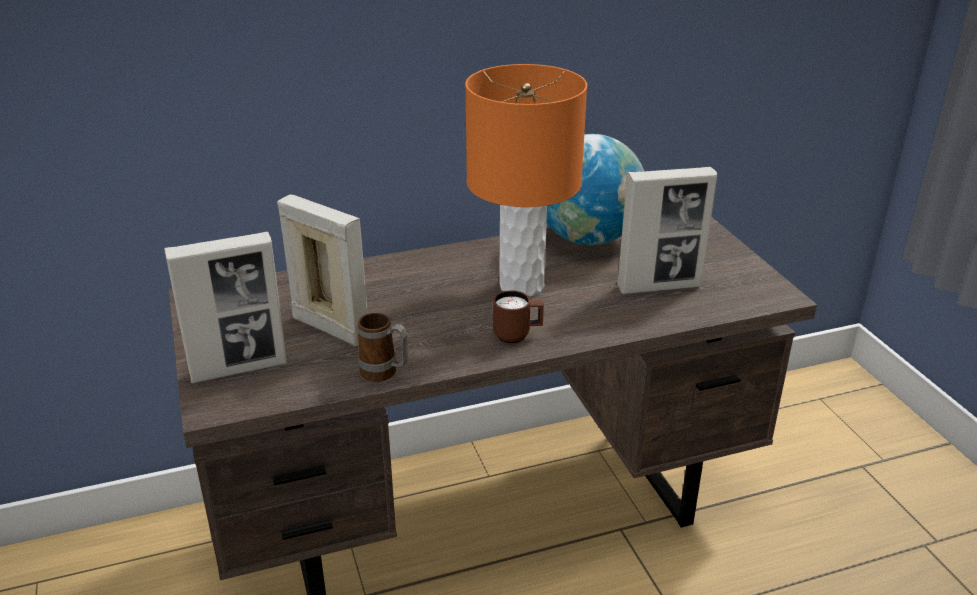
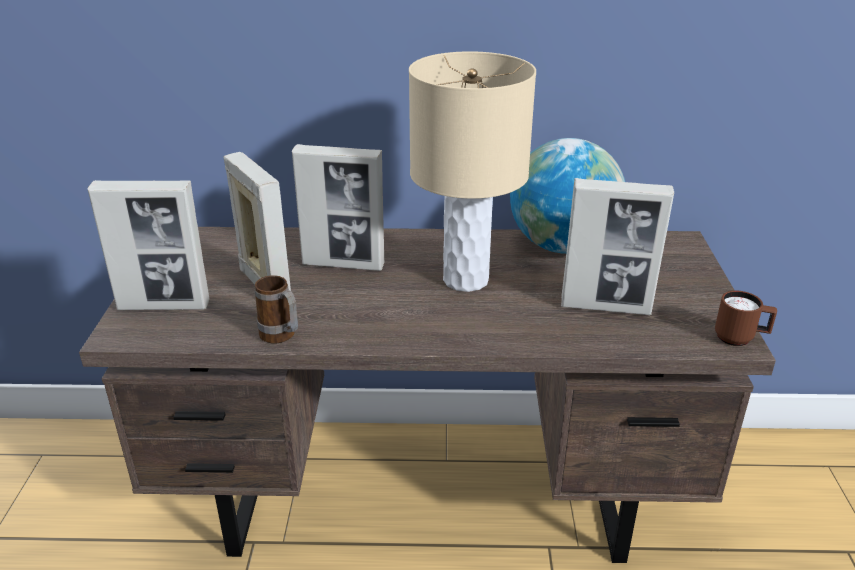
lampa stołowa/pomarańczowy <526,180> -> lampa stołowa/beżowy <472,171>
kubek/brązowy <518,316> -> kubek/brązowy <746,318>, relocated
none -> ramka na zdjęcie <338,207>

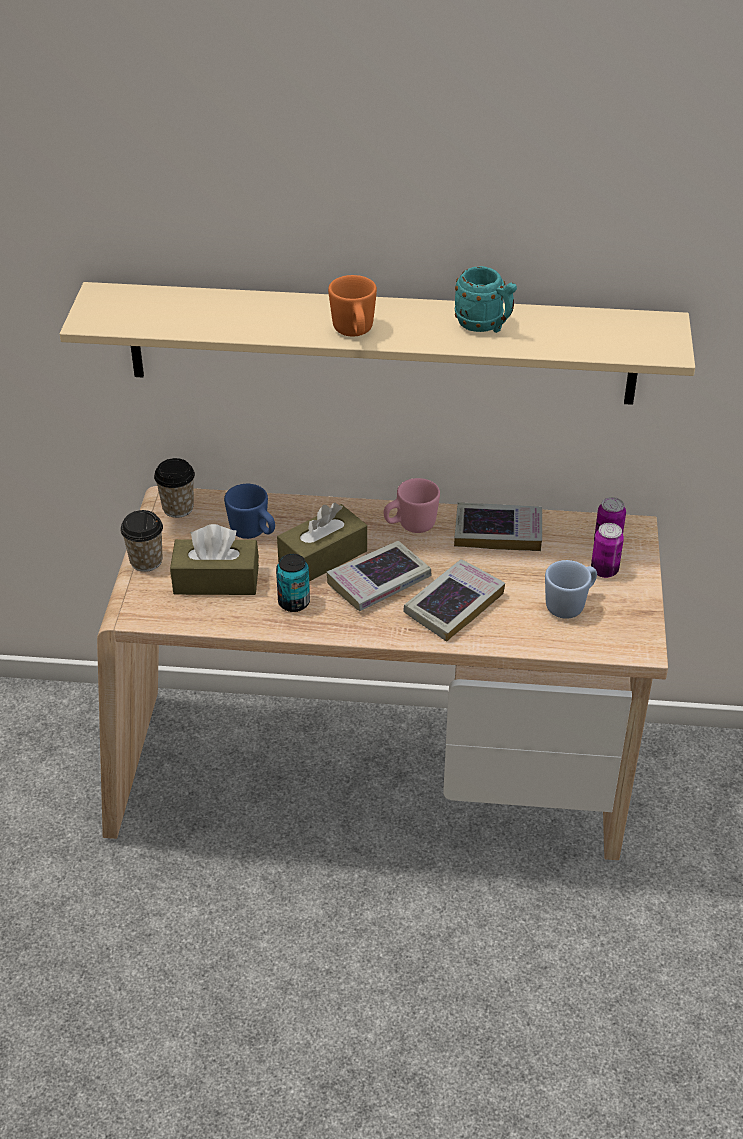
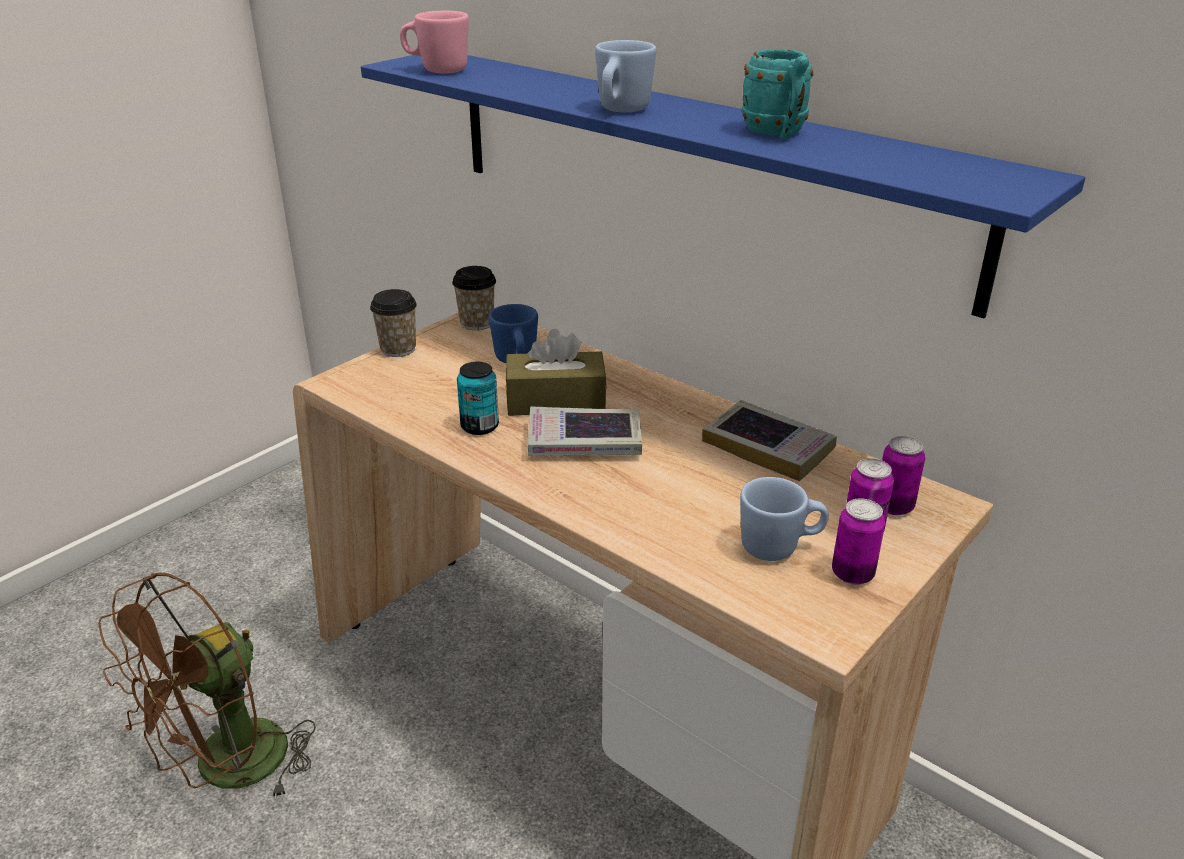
kubek/pomarańczowy <352,306> -> kubek/niebieski <625,76>
półka/beżowy <377,343> -> półka/niebieski <723,186>
kubek/różowy <412,505> -> kubek/różowy <434,42>, relocated
pudełko chusteczek/brązowy <214,559> -> none
książka <454,600> -> none
none -> puszka <858,541>
none -> wentylator/brązowy <207,686>

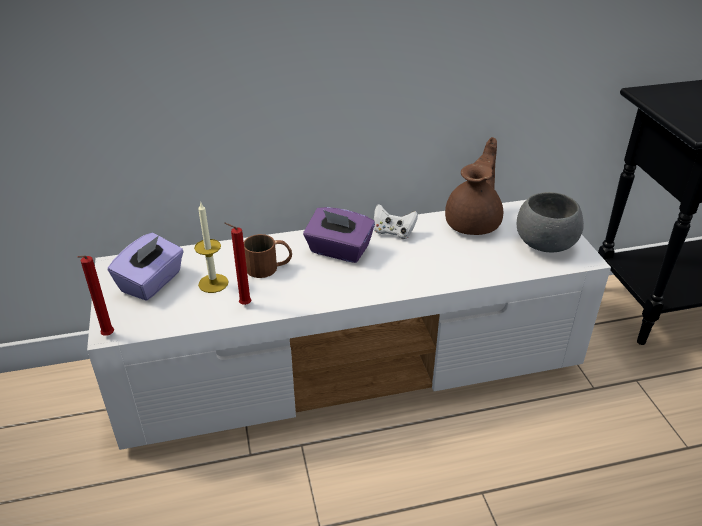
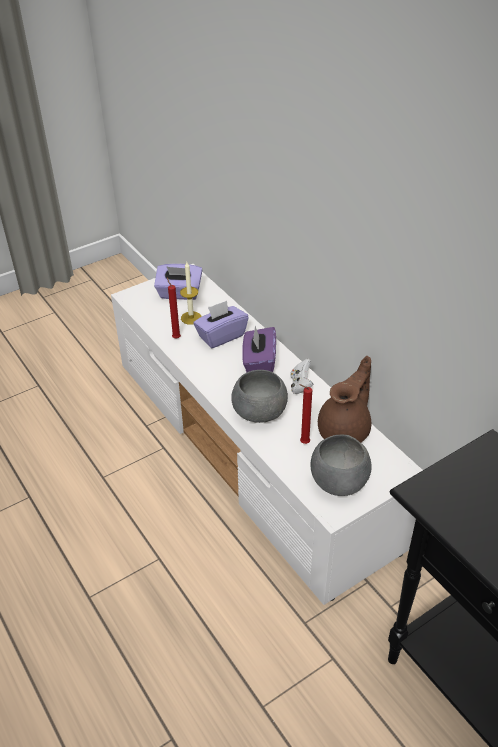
imbryk/brązowy <474,186> -> imbryk/brązowy <344,399>, 60 degrees counterclockwise
kubek/brązowy <268,256> -> pudełko chusteczek/fioletowy <221,324>
świeca/czerwony <95,296> -> świeca/czerwony <305,414>, relocated
none -> miska/szary <259,396>

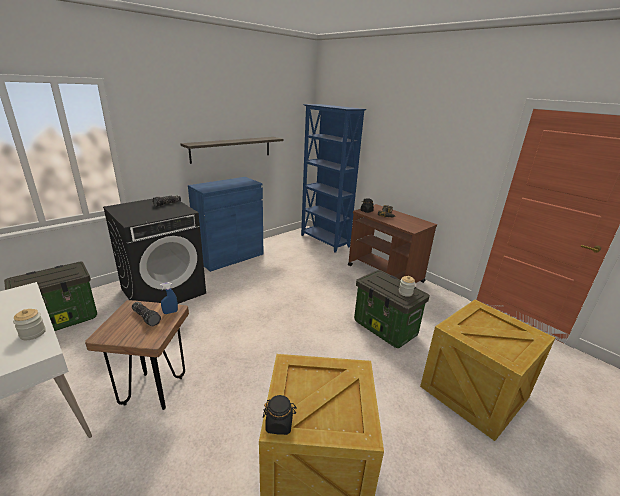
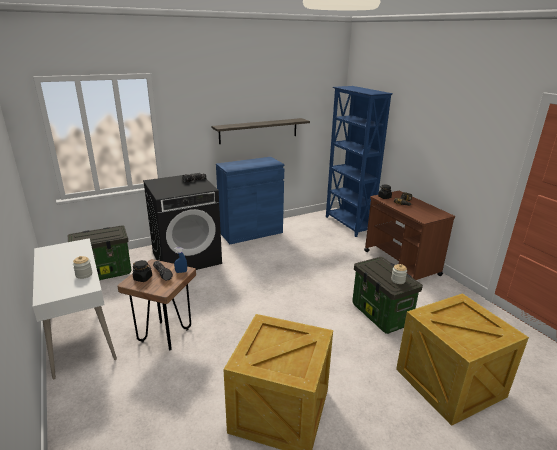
słoik/czarny <280,415> -> słoik/czarny <142,271>, relocated

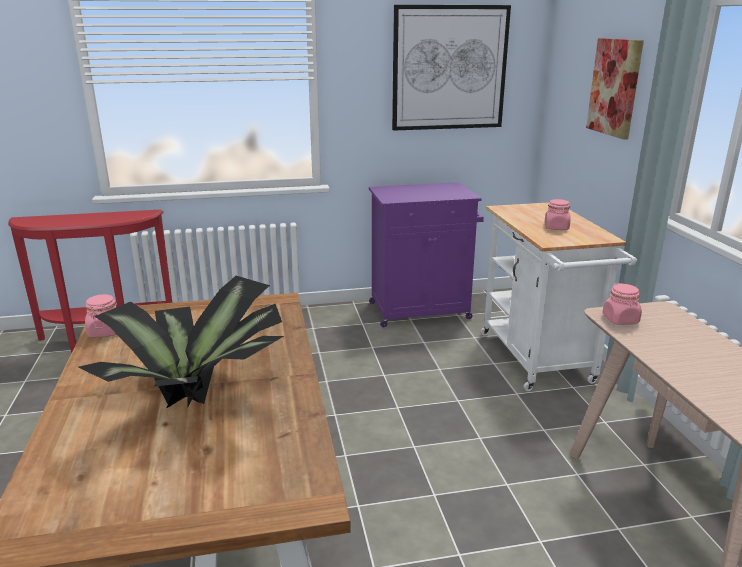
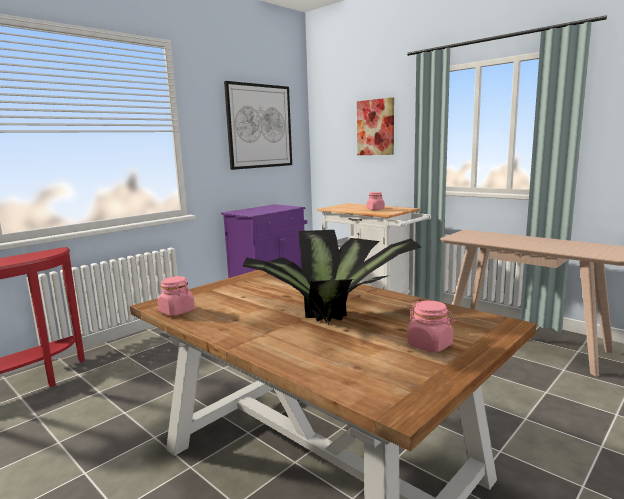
słoik/różowy <622,304> -> słoik/różowy <431,326>, relocated

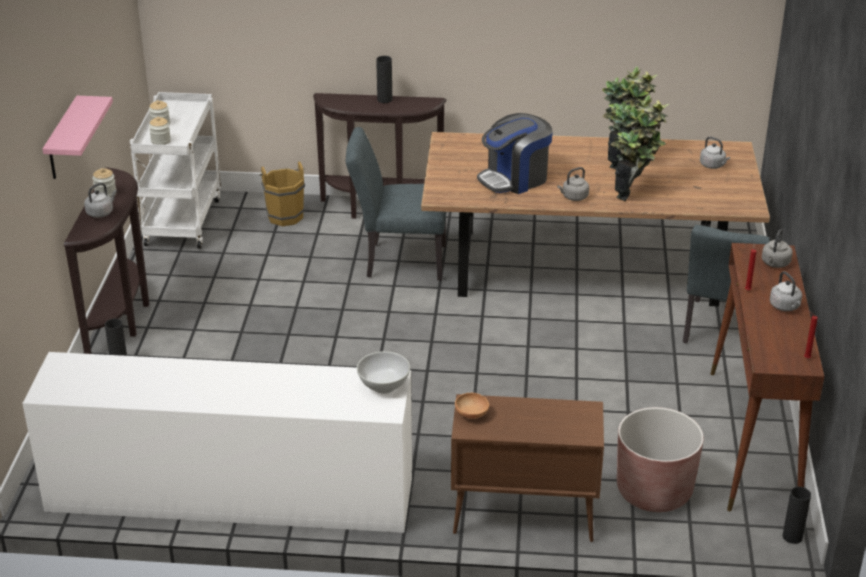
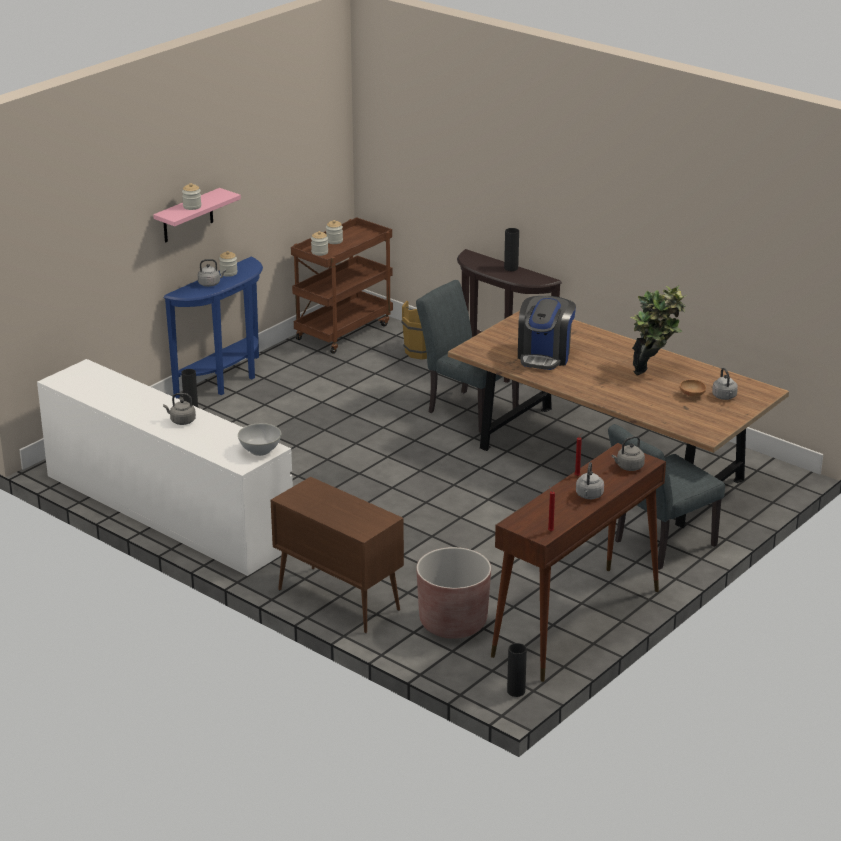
wózek/biały <175,170> -> wózek/brązowy <342,285>
roślina doniczkowa <640,147> -> none
ekspres do kawy <515,153> -> ekspres do kawy <547,333>, 75 degrees counterclockwise
stolik konsolowy/brązowy <106,260> -> stolik konsolowy/niebieski <213,327>
czajnik/szary <573,184> -> czajnik/szary <179,409>, relocated
miska/brązowy <472,406> -> miska/brązowy <693,388>, relocated
none -> słoik <191,196>

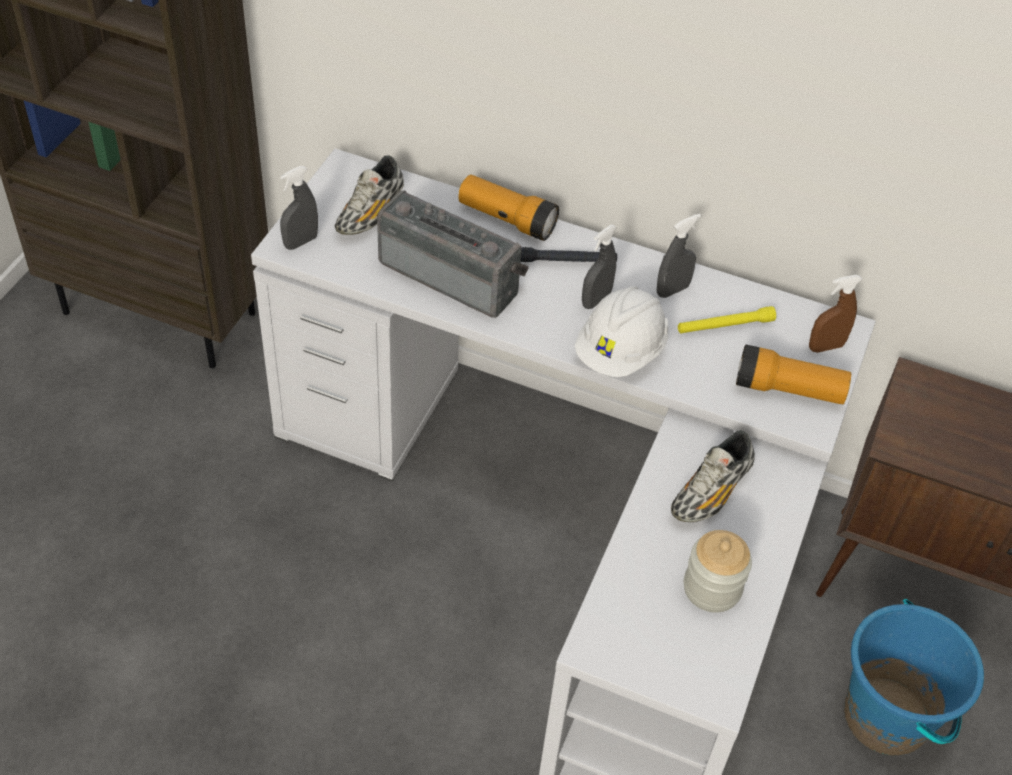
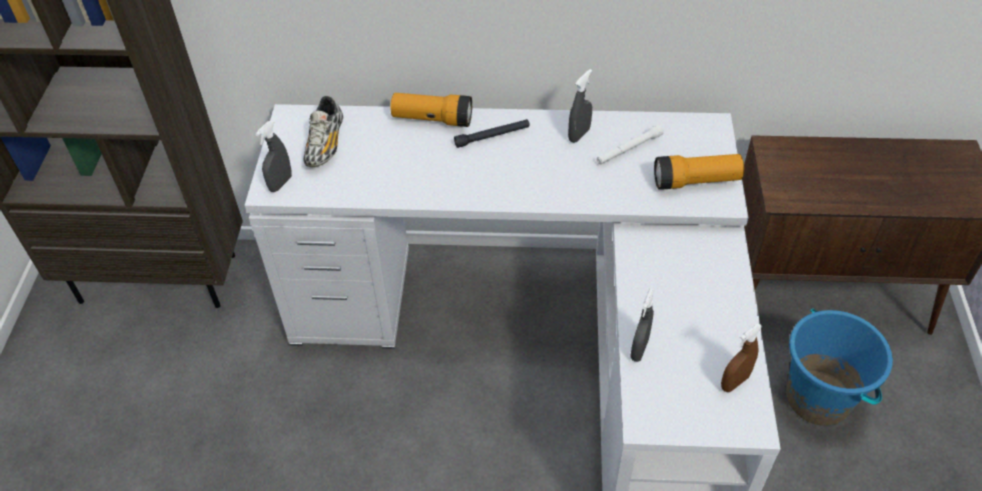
radio <453,254> -> none
spryskiwacz/szary <599,267> -> spryskiwacz/szary <642,325>, relocated
spryskiwacz/brązowy <835,314> -> spryskiwacz/brązowy <742,357>, relocated
kask/biały <622,331> -> none
latarka/żółty <727,319> -> latarka/biały <630,144>
but <713,476> -> none
słoik <718,571> -> none

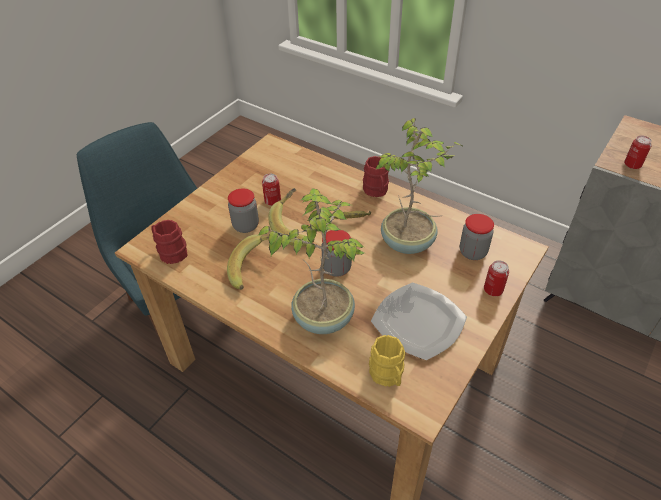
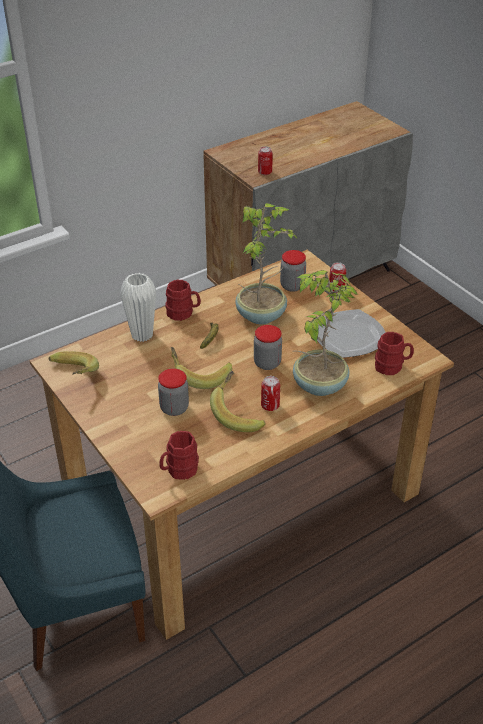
puszka <271,190> -> puszka <270,393>, relocated
kubek/żółty <387,361> -> kubek/czerwony <394,353>
none -> wazon/biały <138,307>
none -> banan <74,363>

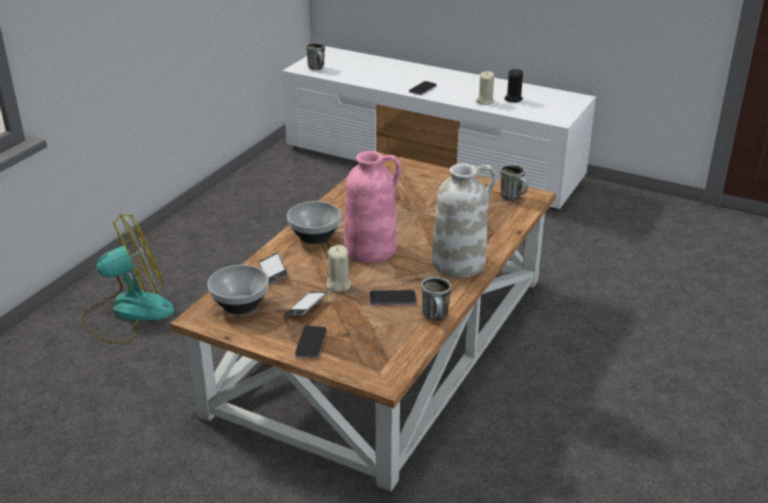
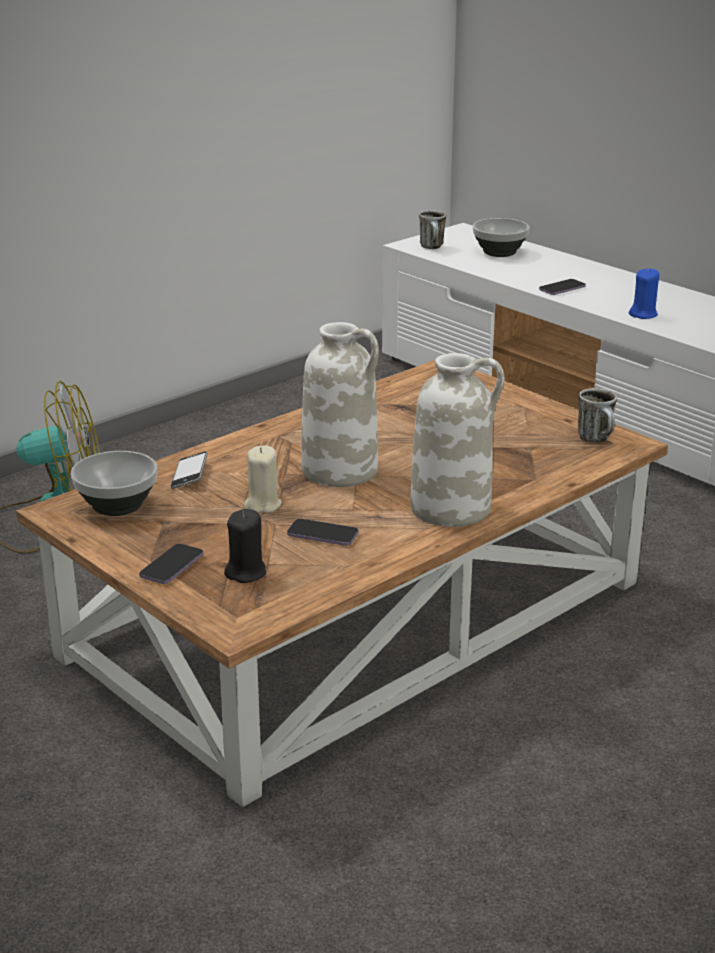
świeca/czarny <513,86> -> świeca/czarny <245,546>, relocated
świeca/beżowy <485,88> -> świeca/niebieski <644,293>
wazon/różowy <372,207> -> wazon/biały <340,404>
miska <314,222> -> miska <501,237>, relocated
kubek <436,299> -> none
telefon <306,304> -> none

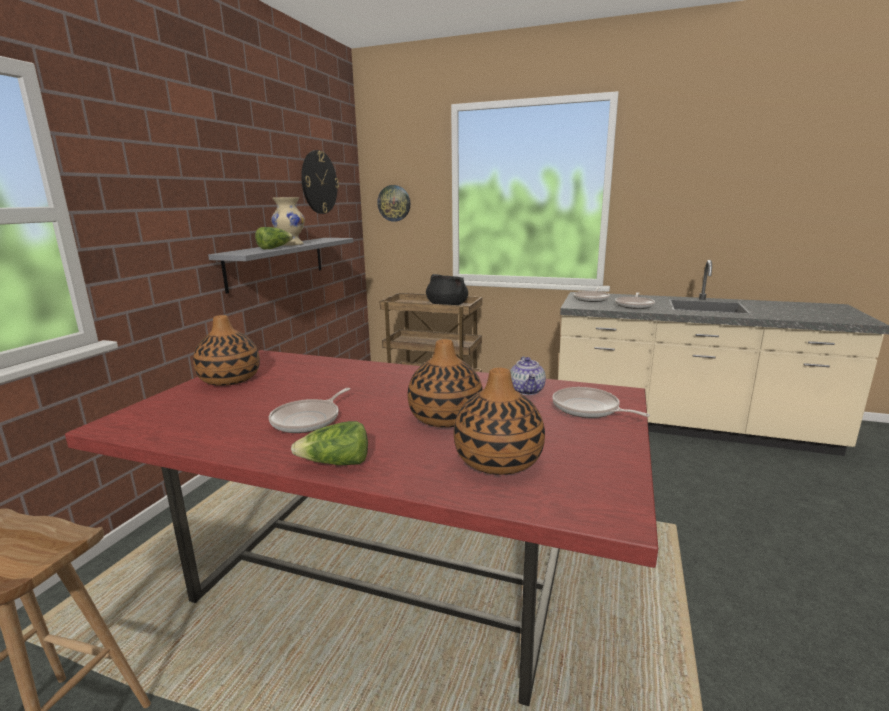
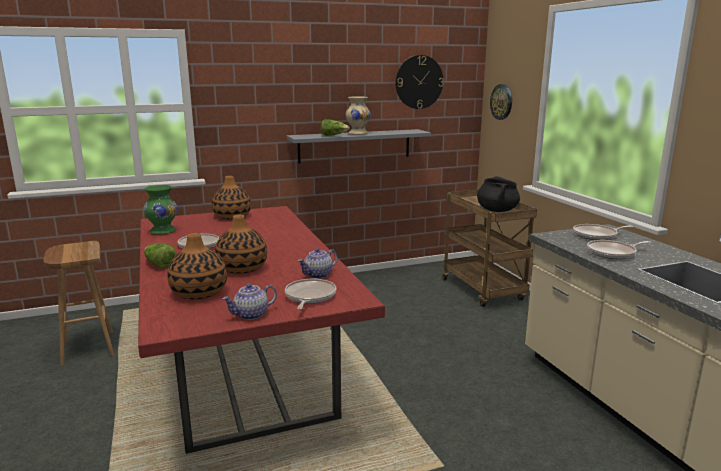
none -> wazon/zielony <160,209>
none -> imbryk <249,302>

